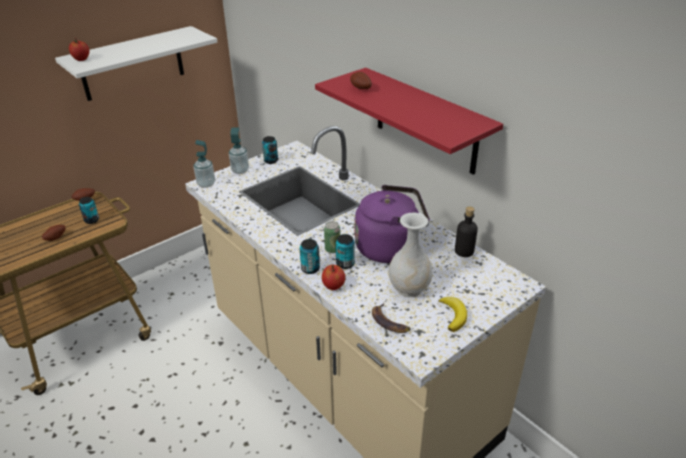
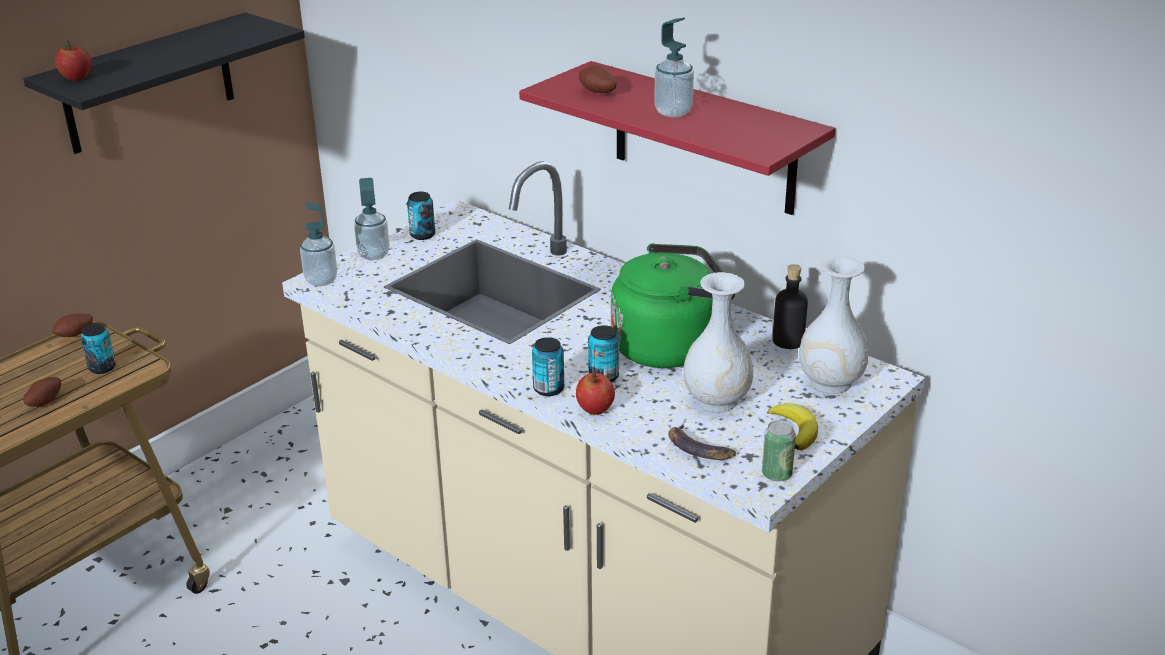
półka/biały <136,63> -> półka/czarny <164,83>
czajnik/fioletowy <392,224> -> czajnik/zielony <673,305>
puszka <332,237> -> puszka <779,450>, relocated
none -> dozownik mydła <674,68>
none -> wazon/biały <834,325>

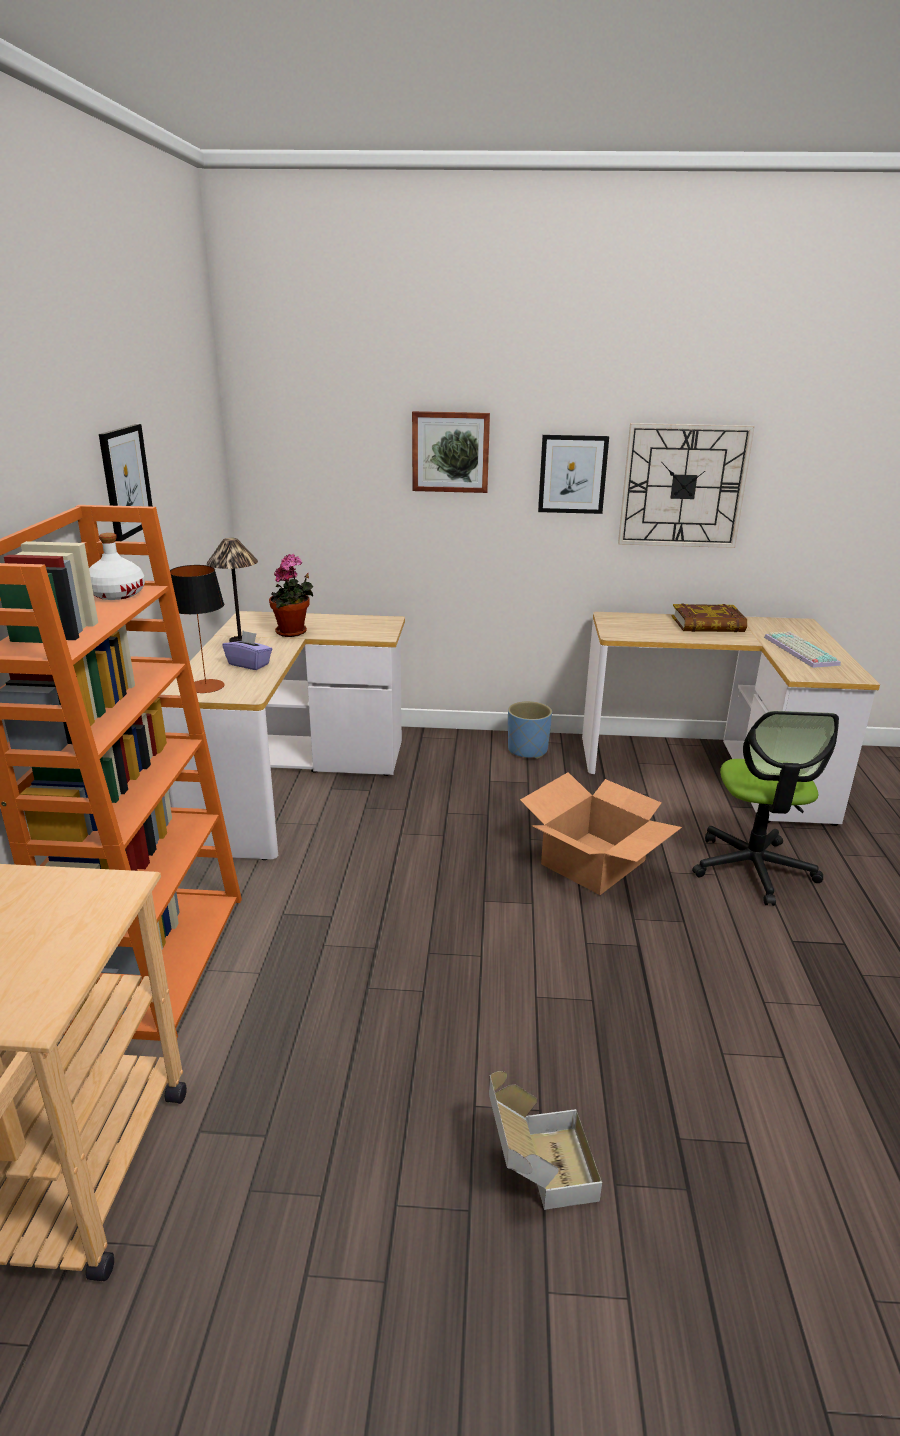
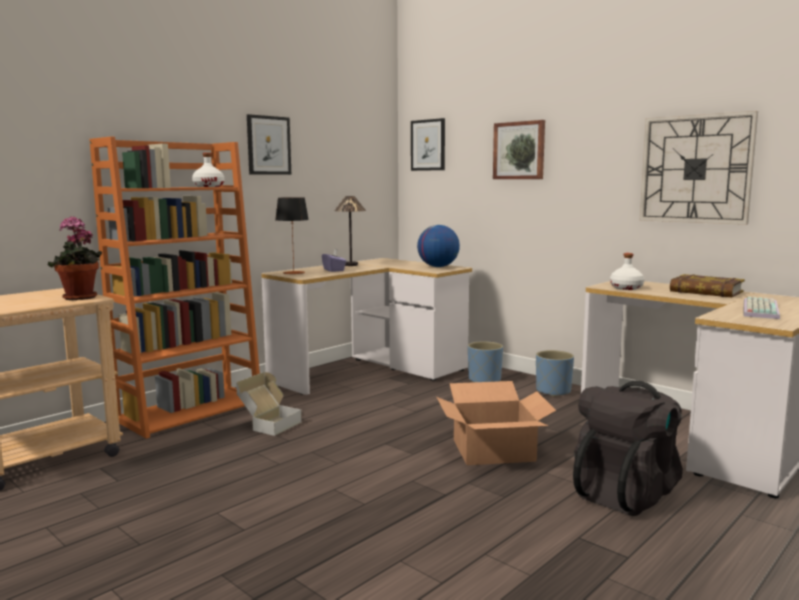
obraz <573,474> -> obraz <428,144>, relocated
roślina doniczkowa <291,595> -> roślina doniczkowa <75,258>, relocated
krzesło biurowe <765,808> -> plecak/czarny <628,448>
karton <545,1140> -> karton <269,404>, relocated
none -> globus <438,246>
none -> butelka/biały <627,271>
none -> donica/niebieski <485,361>

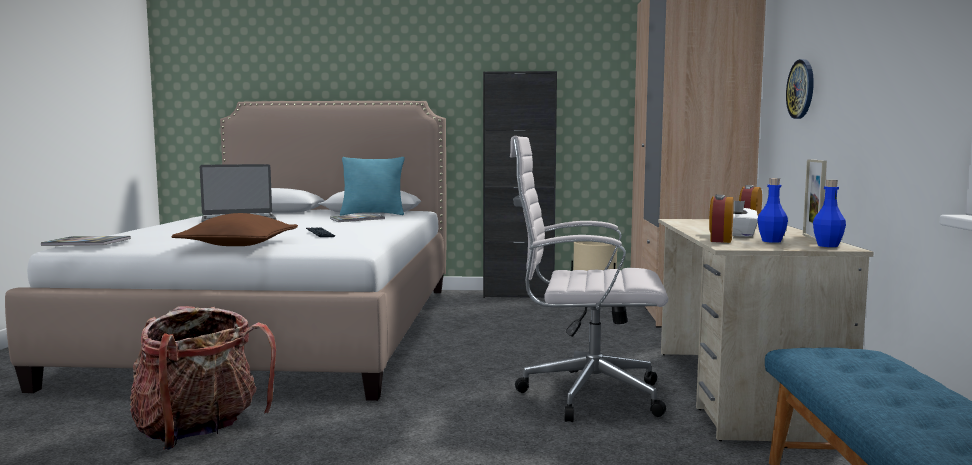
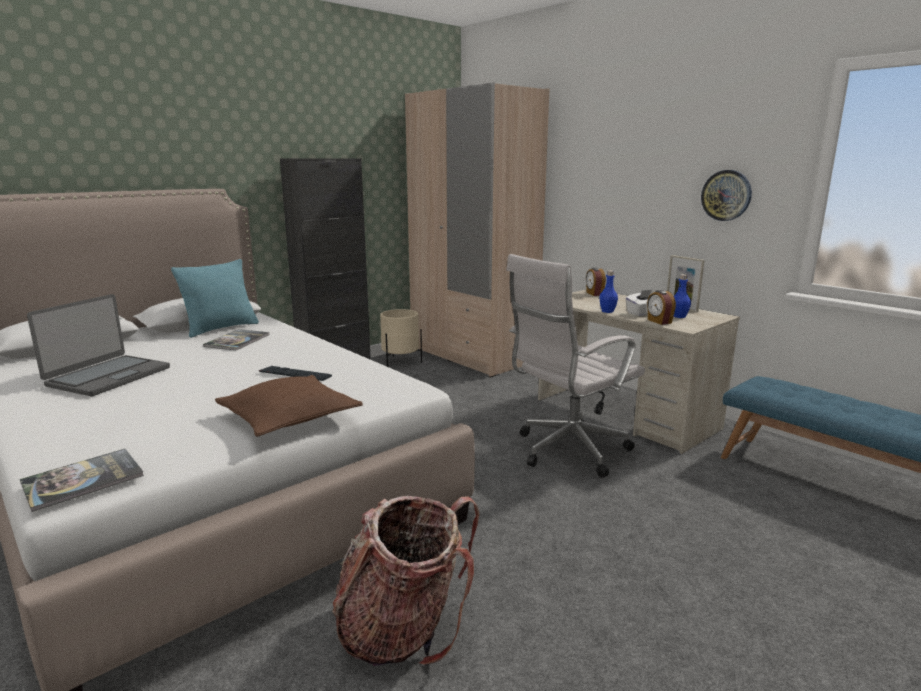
zegar ścienny <800,89> -> zegar ścienny <726,195>, relocated
butelka/niebieski <829,213> -> butelka/niebieski <608,292>, relocated

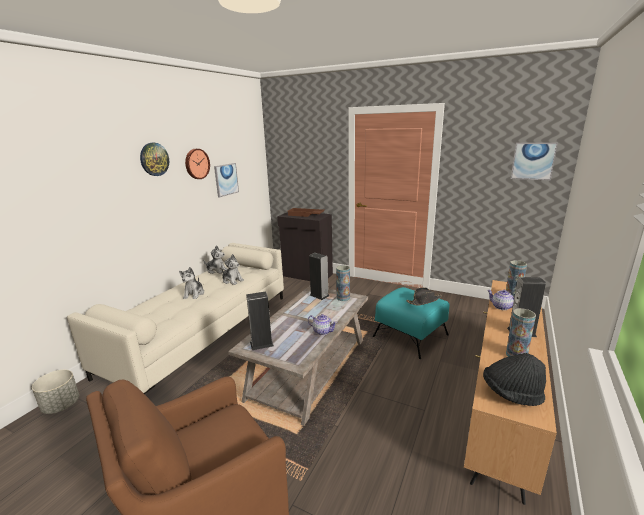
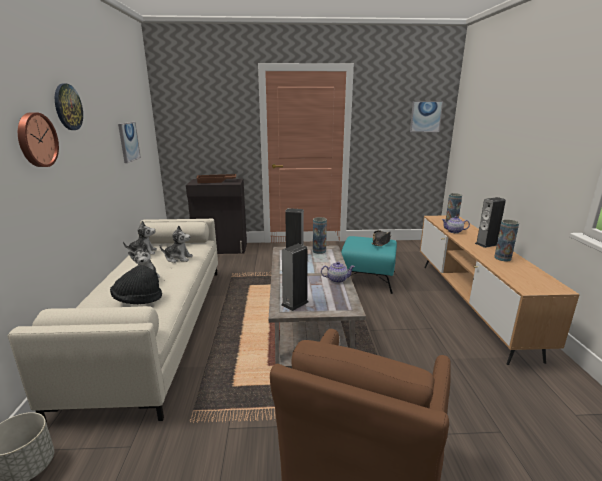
zegar ścienny <197,164> -> zegar ścienny <38,139>, relocated
kapelusz/czarny <514,379> -> kapelusz/czarny <136,284>, relocated

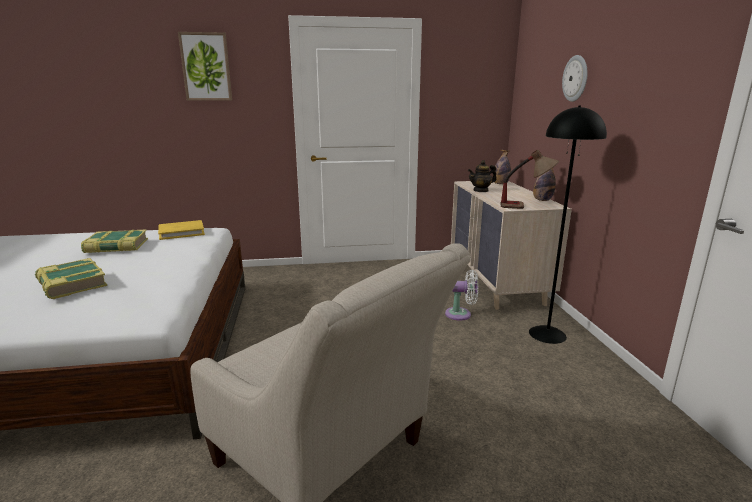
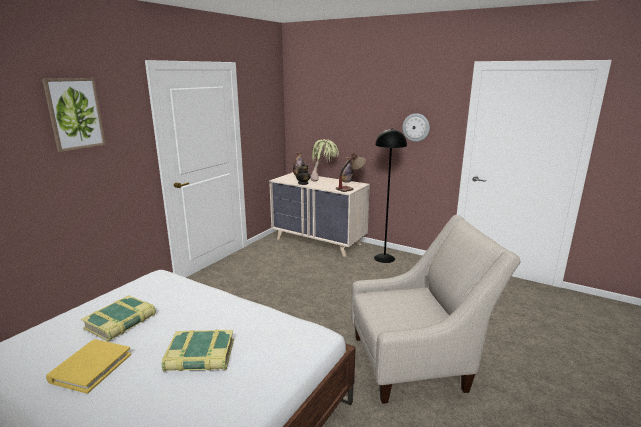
zegar ścienny <575,78> -> zegar ścienny <416,127>, relocated
książka/żółty <181,230> -> książka/żółty <88,366>, relocated
wentylator/biały <462,295> -> none
none -> roślina doniczkowa <324,160>

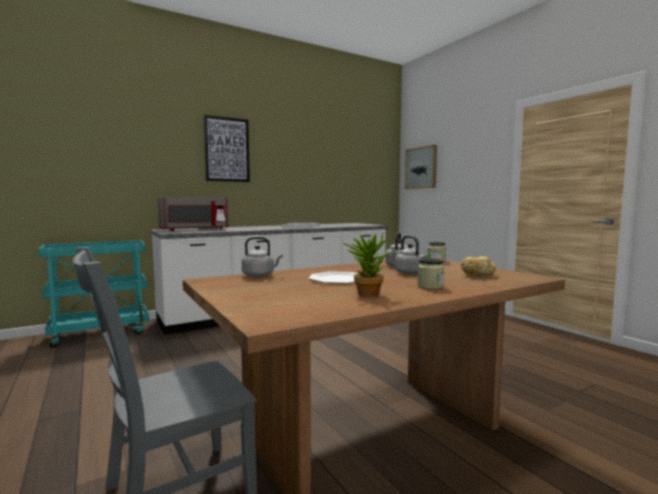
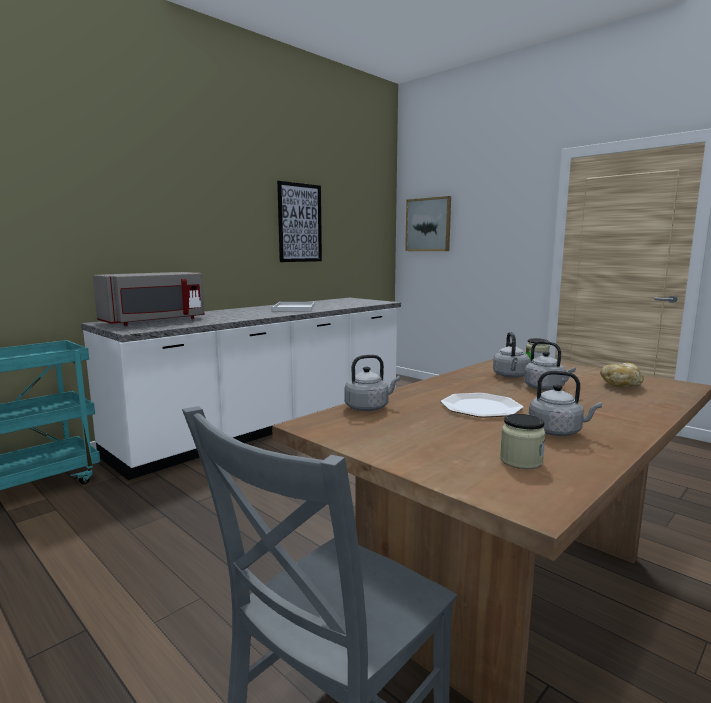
obraz <227,148> -> obraz <299,221>, relocated
roślina doniczkowa <367,265> -> czajnik/szary <565,403>
słoik <430,273> -> słoik <523,441>, relocated

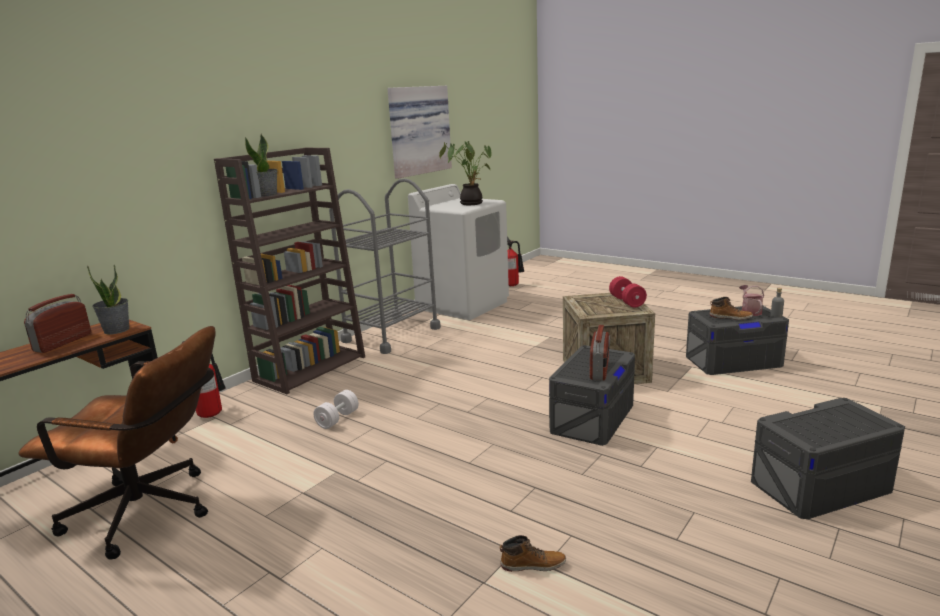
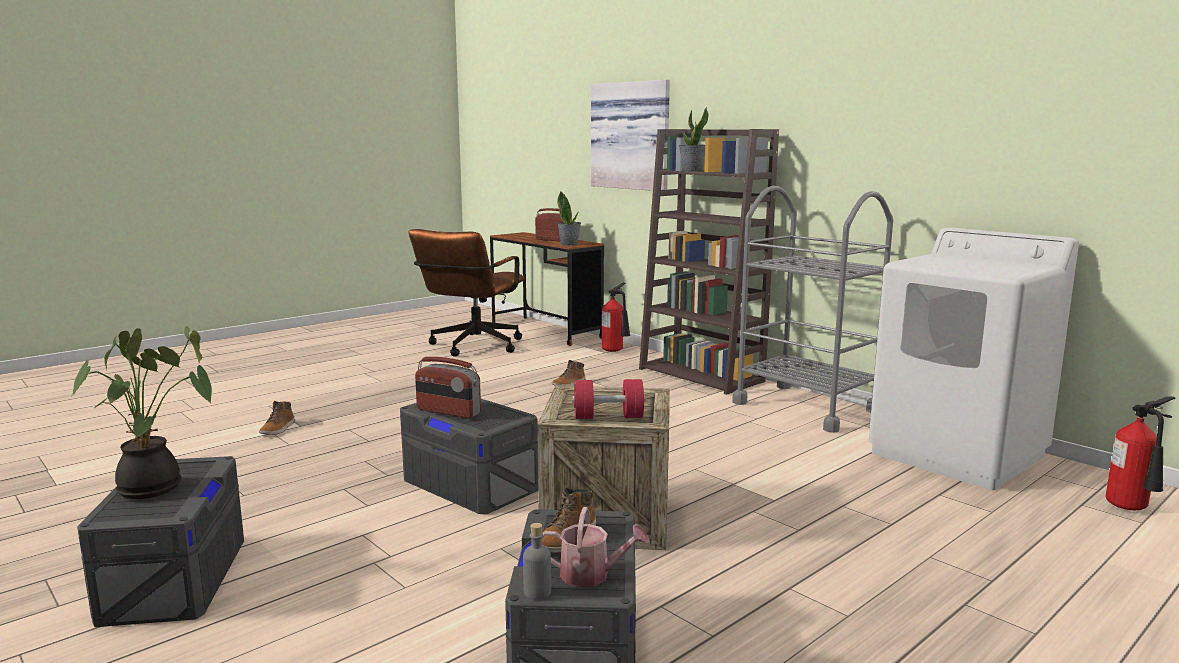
obraz <419,132> -> obraz <630,135>, relocated
roślina doniczkowa <465,173> -> roślina doniczkowa <141,412>, relocated
hantel/biały <336,409> -> but z cholewką <569,373>

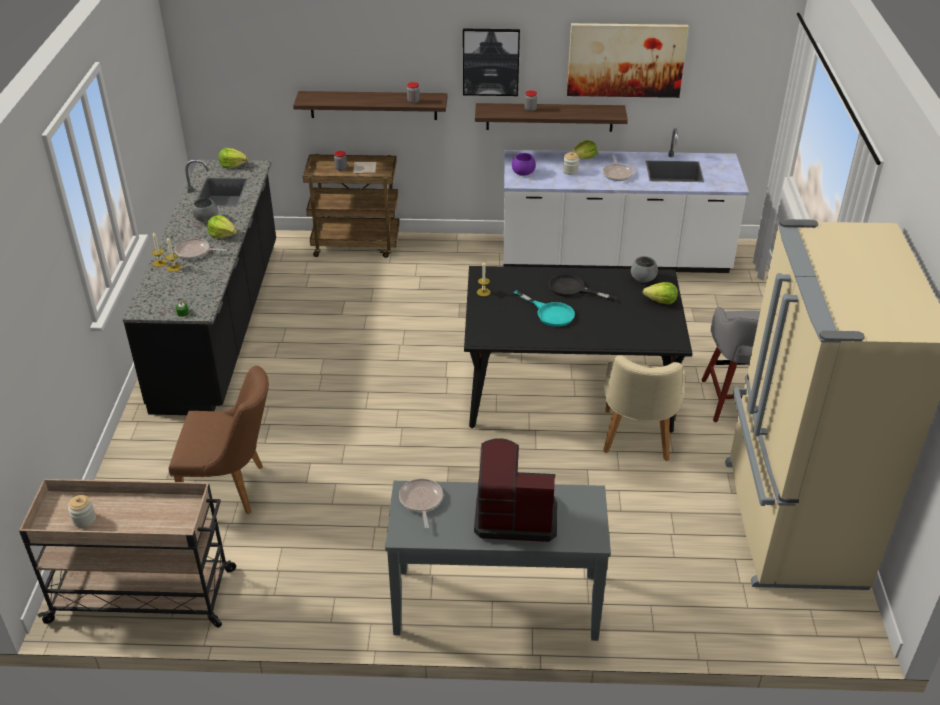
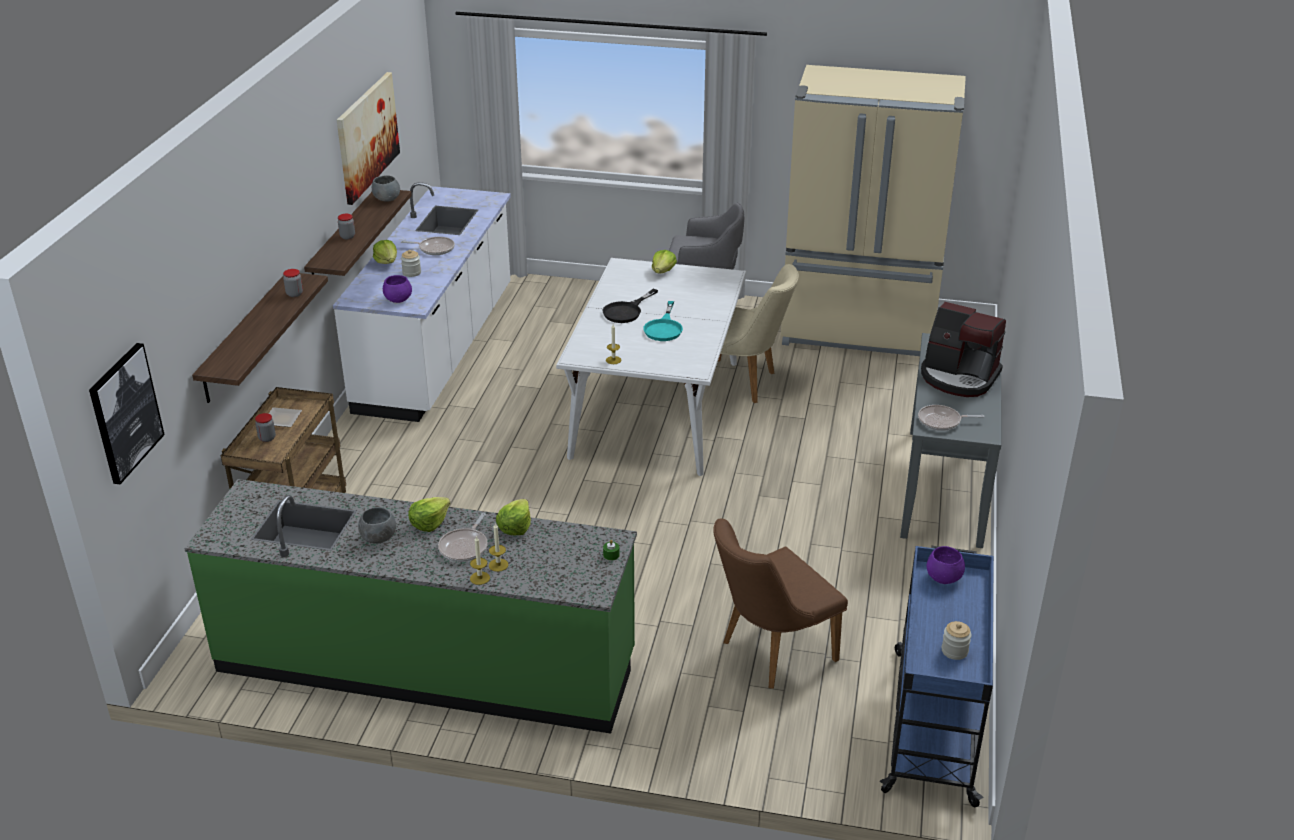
obraz <491,62> -> obraz <127,413>, relocated
sałata <233,158> -> sałata <513,517>, relocated
zabudowa kuchenna/czarny <199,287> -> zabudowa kuchenna/zielony <410,606>
miska/szary <644,269> -> miska/szary <386,188>, relocated
stół jadalny/czarny <578,349> -> stół jadalny/biały <651,367>
patelnia/turkusowy <544,308> -> patelnia/turkusowy <663,321>, 135 degrees clockwise
krzesło/brązowy <219,440> -> krzesło/brązowy <780,603>, 135 degrees counterclockwise
ekspres do kawy <515,490> -> ekspres do kawy <963,349>, 75 degrees counterclockwise
wózek/beżowy <127,553> -> wózek/niebieski <937,676>
none -> miska/fioletowy <946,565>

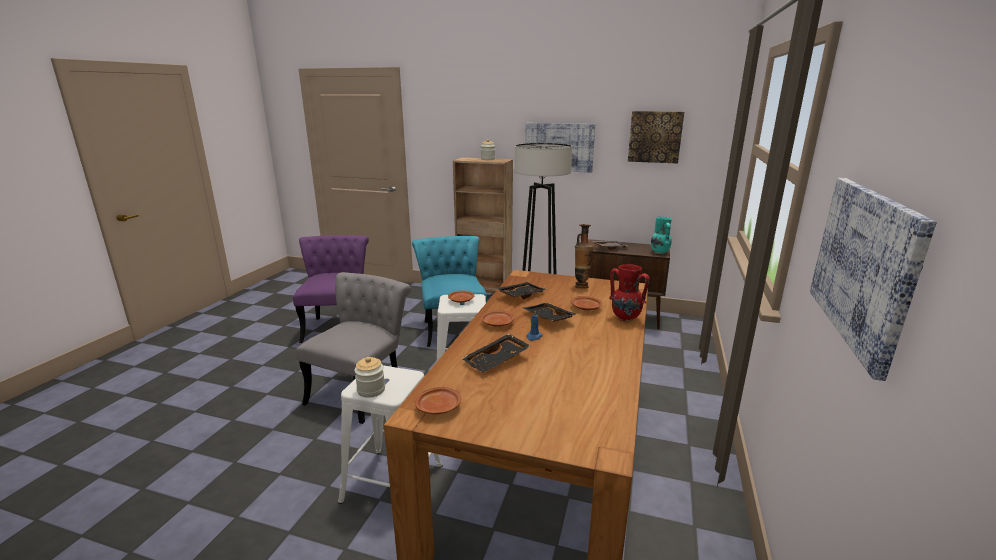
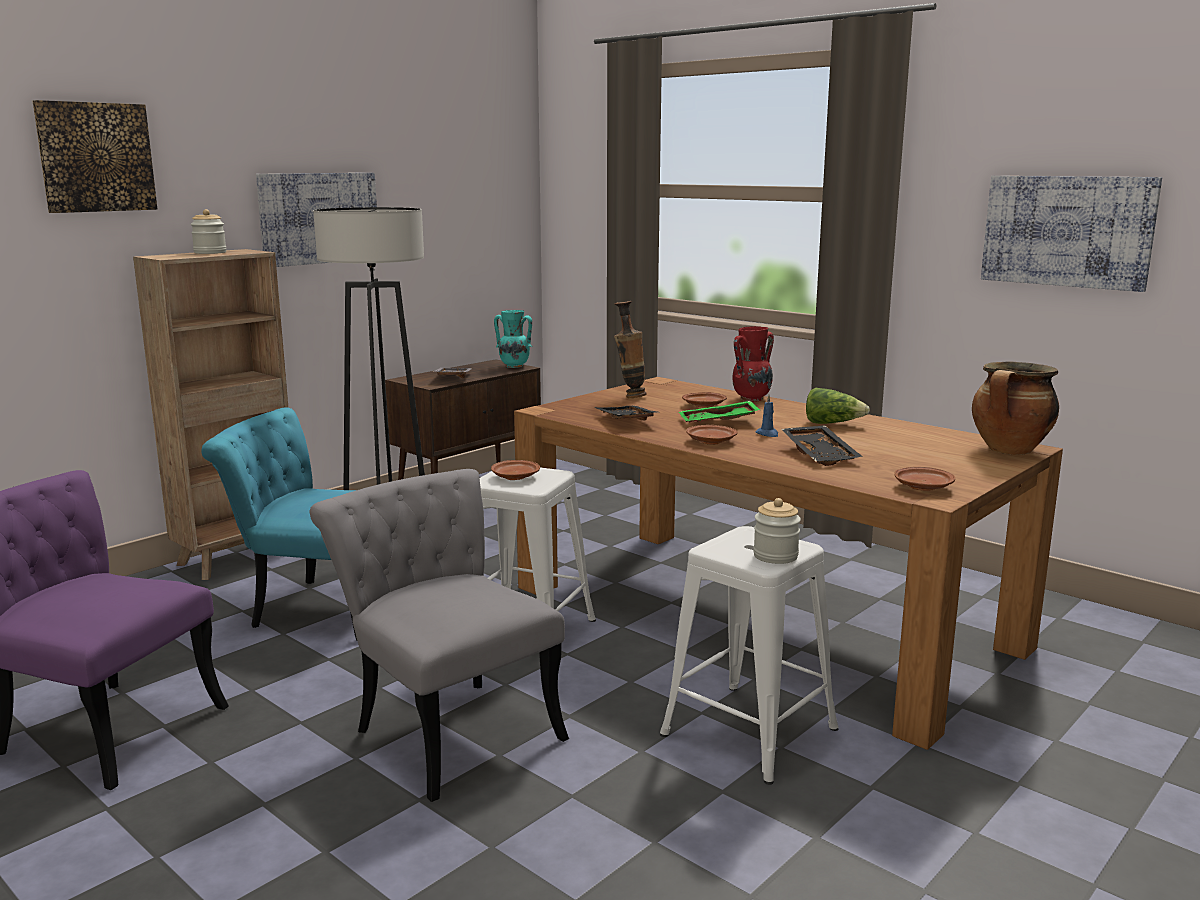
obraz <656,137> -> obraz <95,156>, relocated
taca/czarny <550,312> -> taca/zielony <719,412>
none -> garnek <1015,408>
none -> sałata <838,406>

